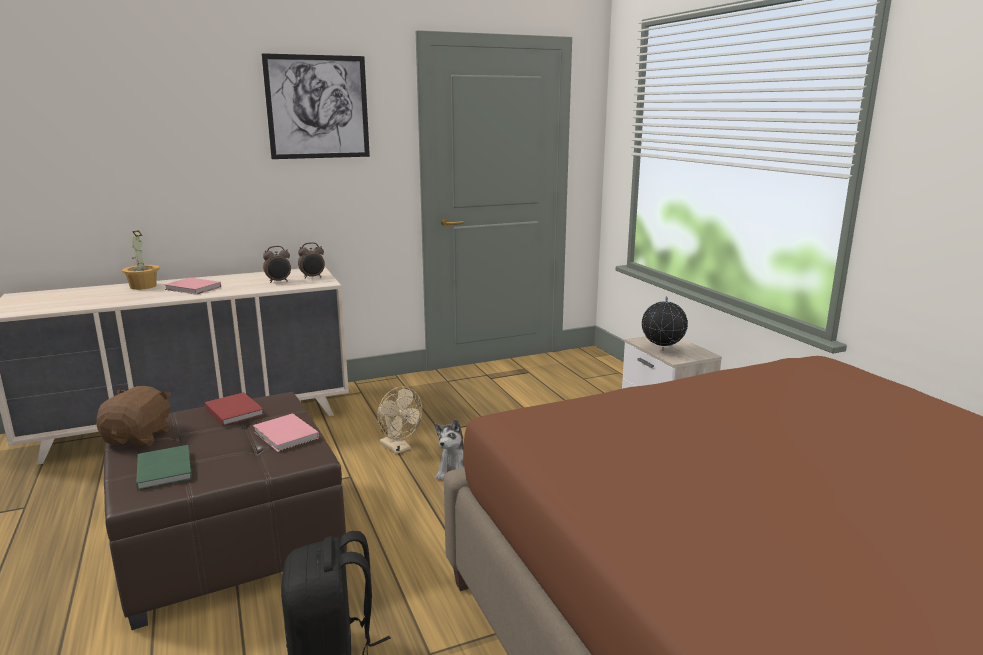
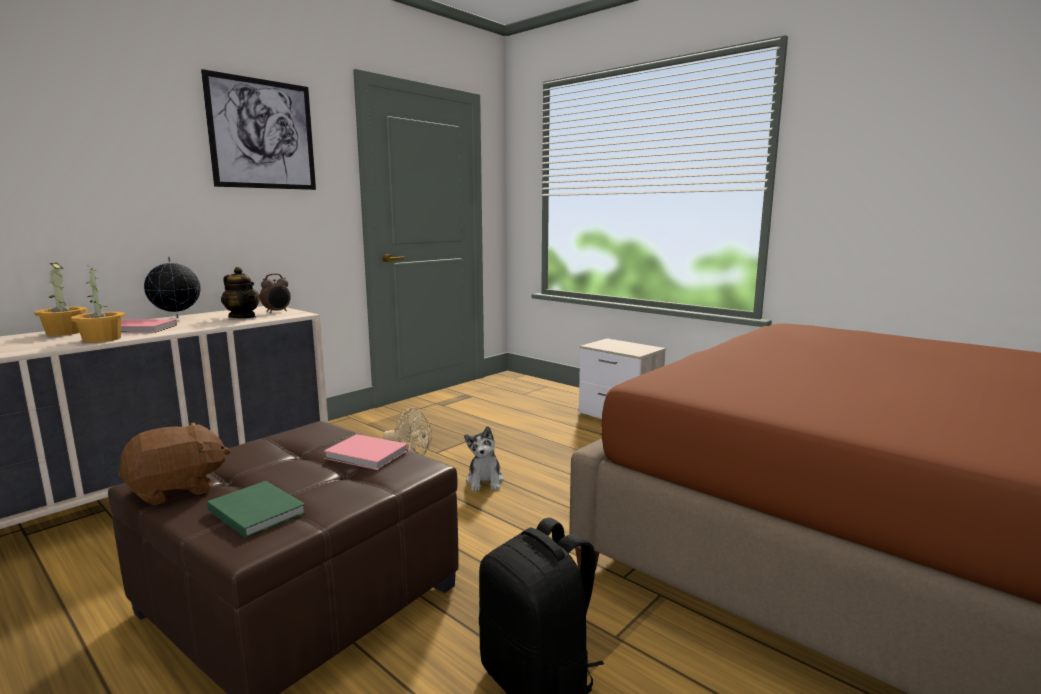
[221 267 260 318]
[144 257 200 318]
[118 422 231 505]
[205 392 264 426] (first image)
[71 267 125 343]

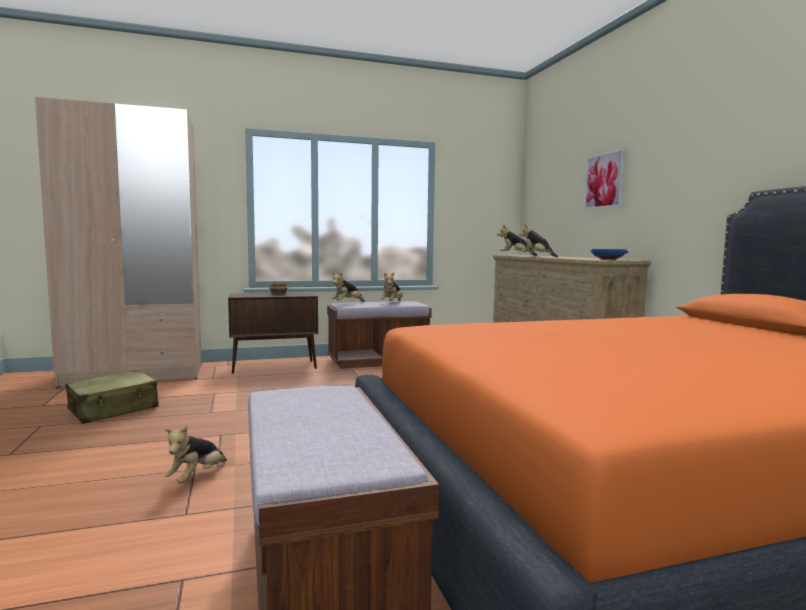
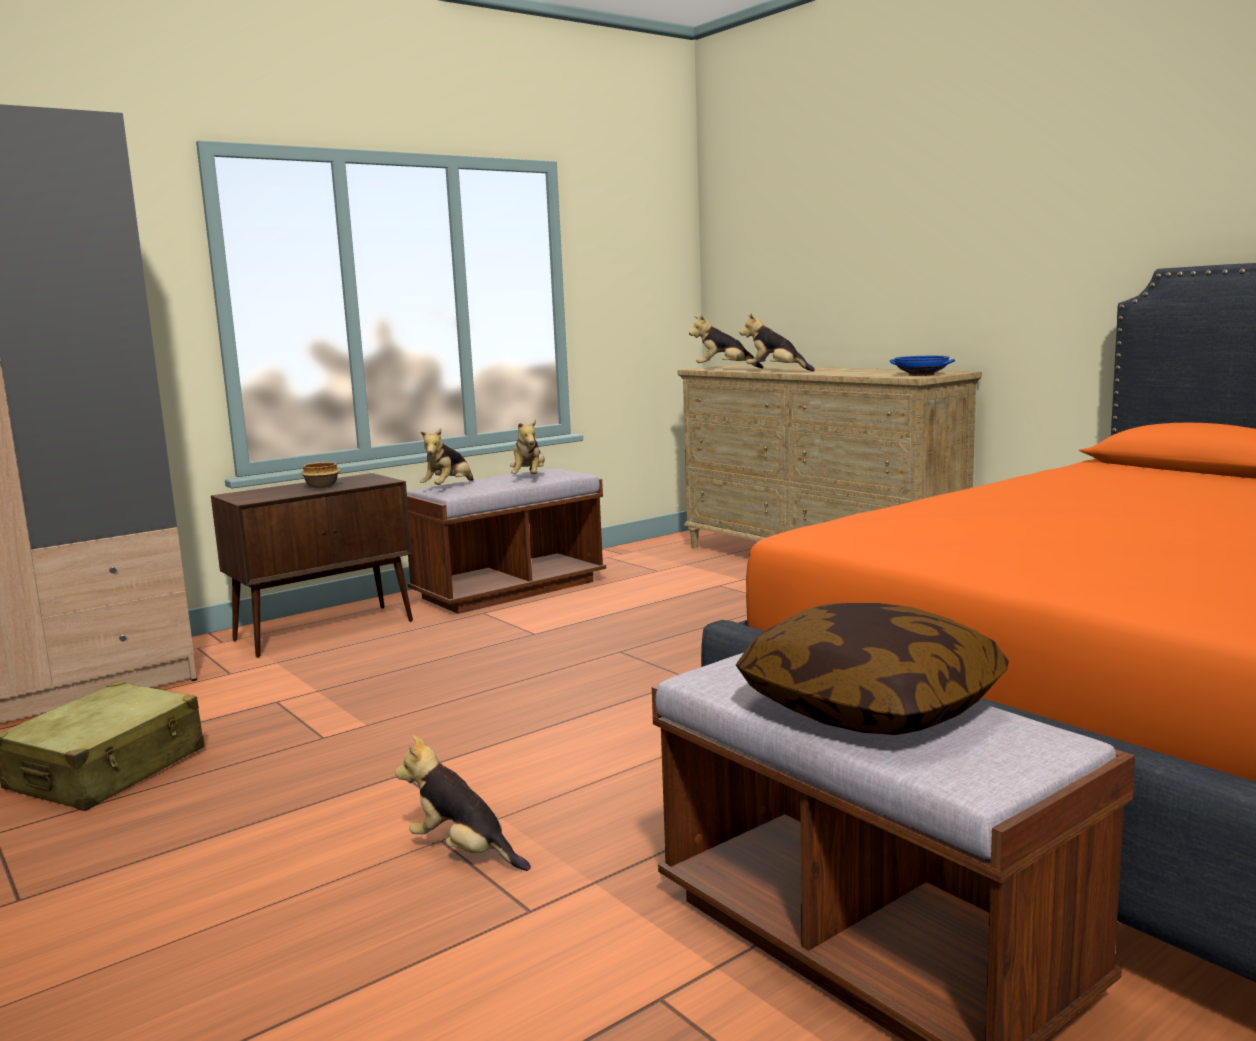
[584 148 626 210] (first image)
[395 735 531 871]
[736 603 1009 735]

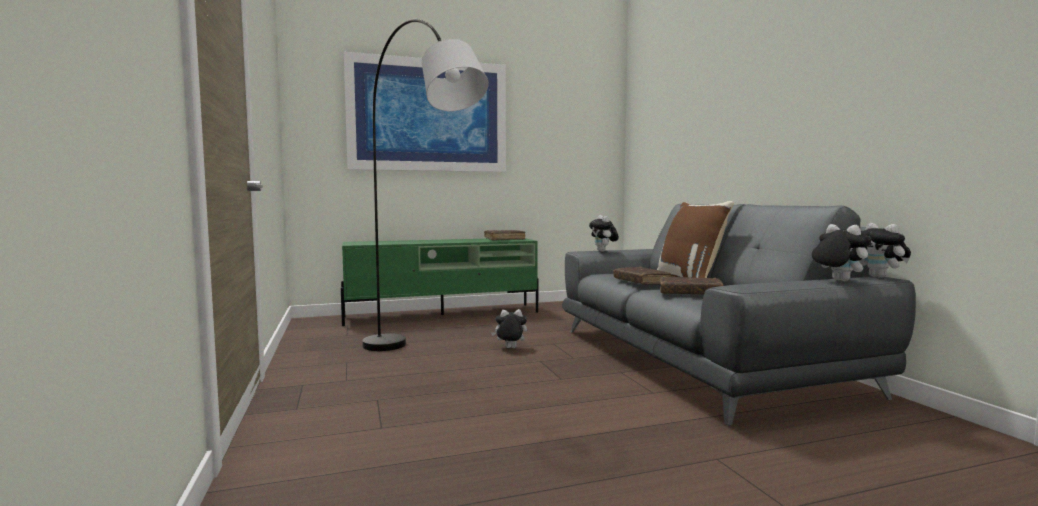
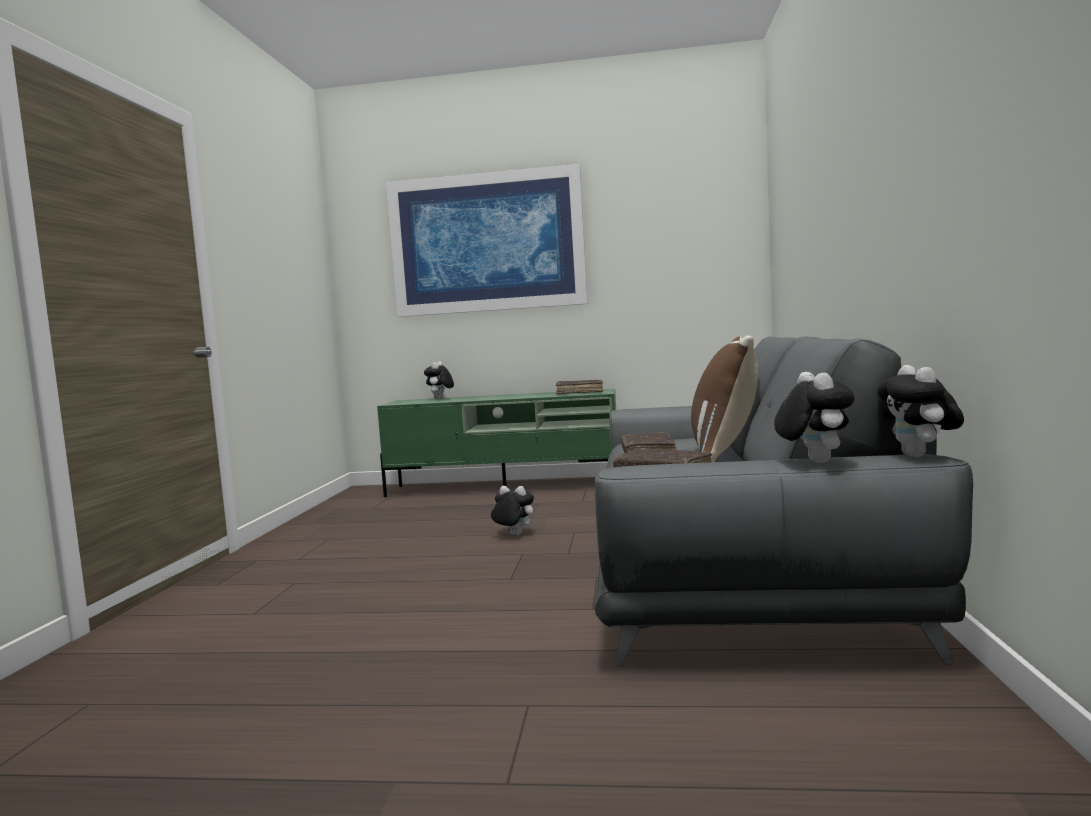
[362 19 488 351] (first image)
[424 361 454 399]

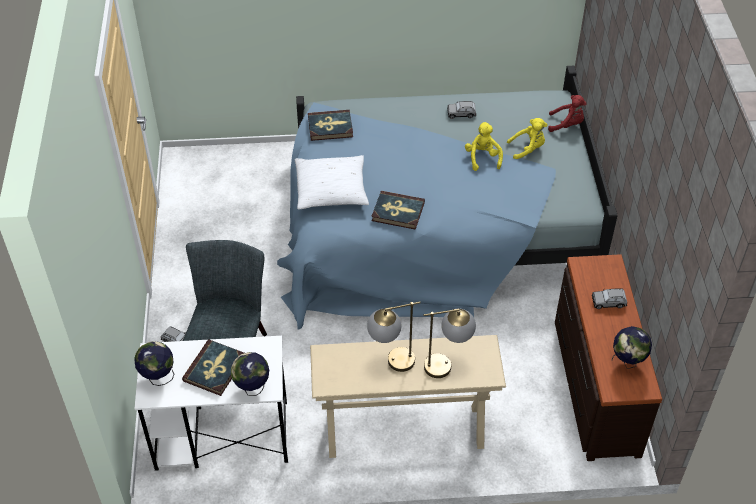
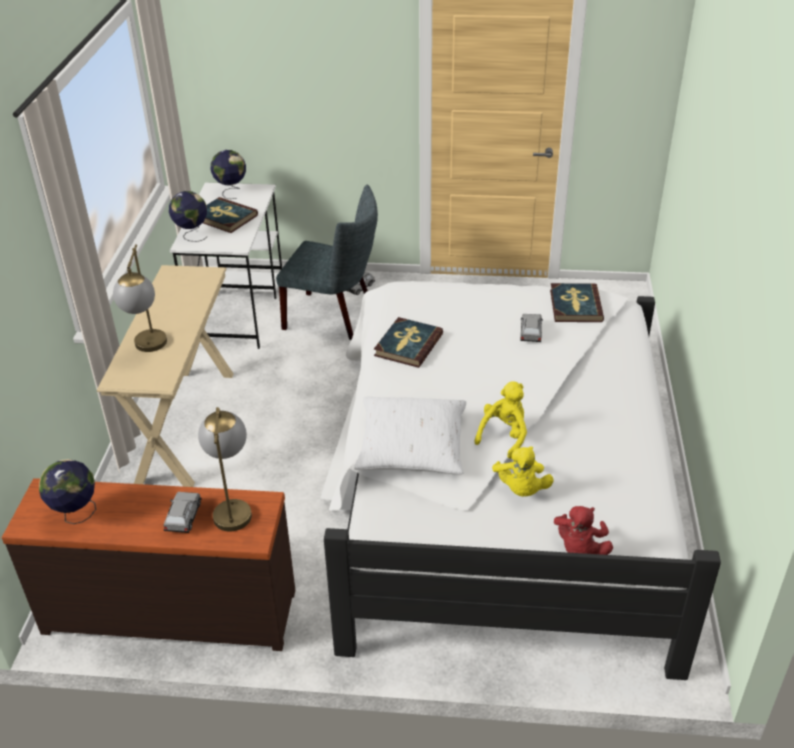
[320 281 721 680]
[520 314 543 342]
[475 381 527 459]
[354 397 467 474]
[198 407 252 531]

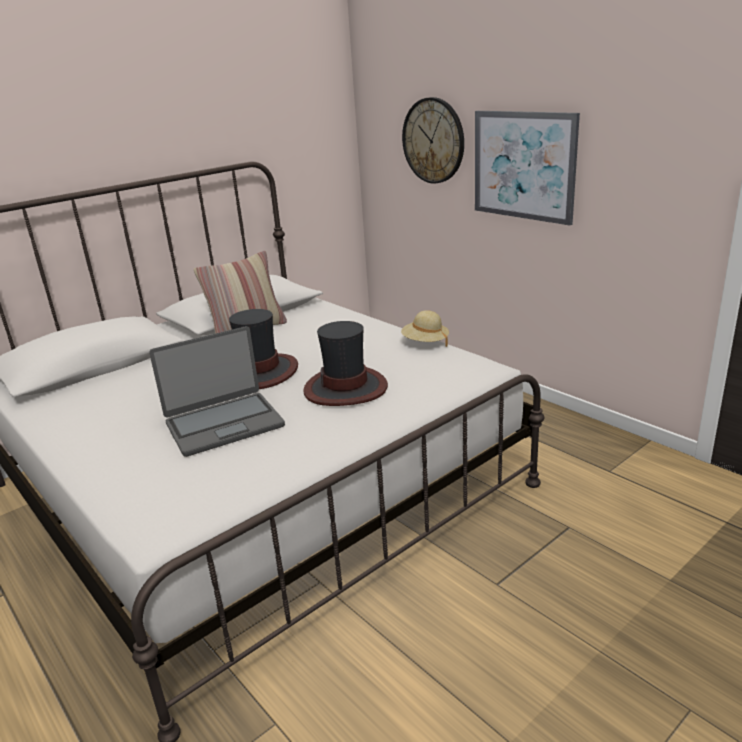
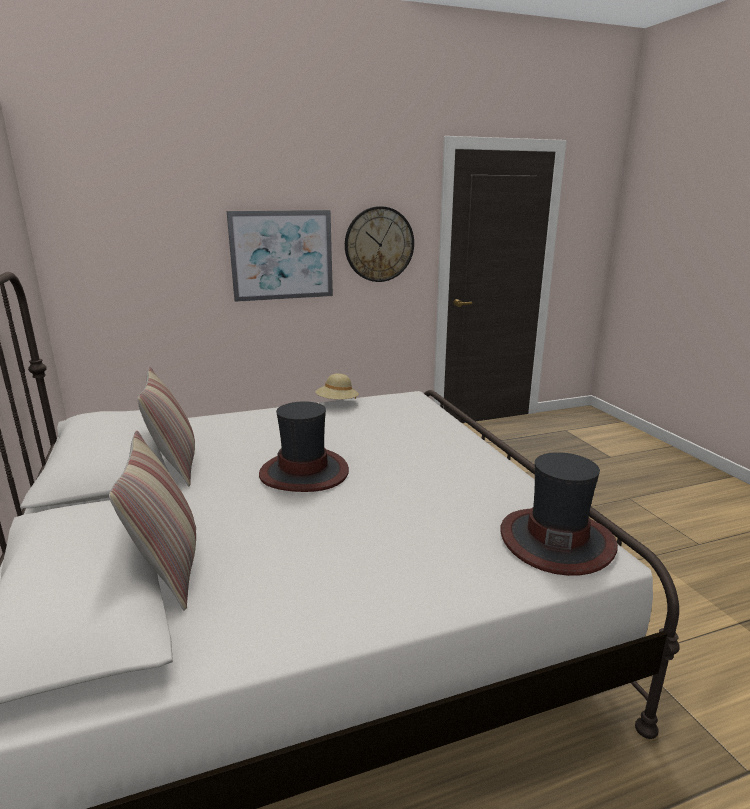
[345 206 414 282]
[501 452 618 576]
[149 326 285 457] (first image)
[109 431 196 611]

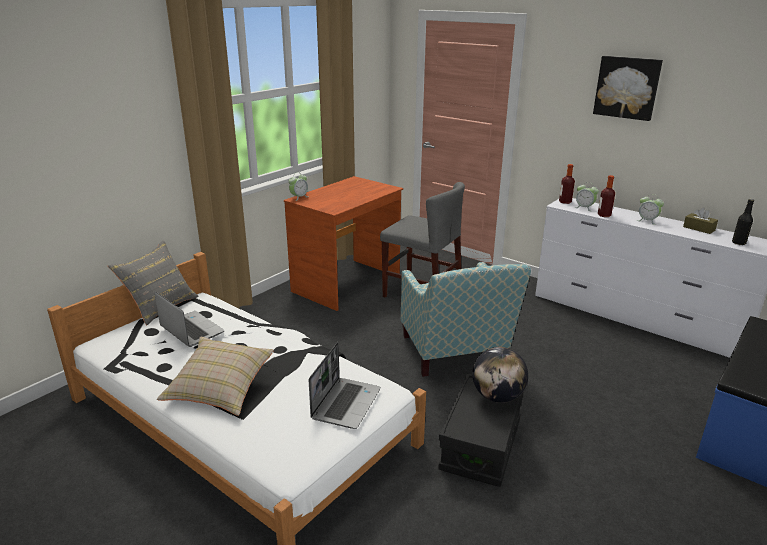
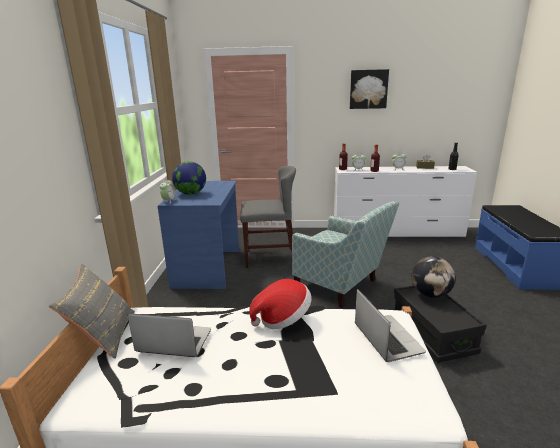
[158 181 239 289]
[157 337 274 416] (first image)
[172 161 206 195]
[249 279 312 329]

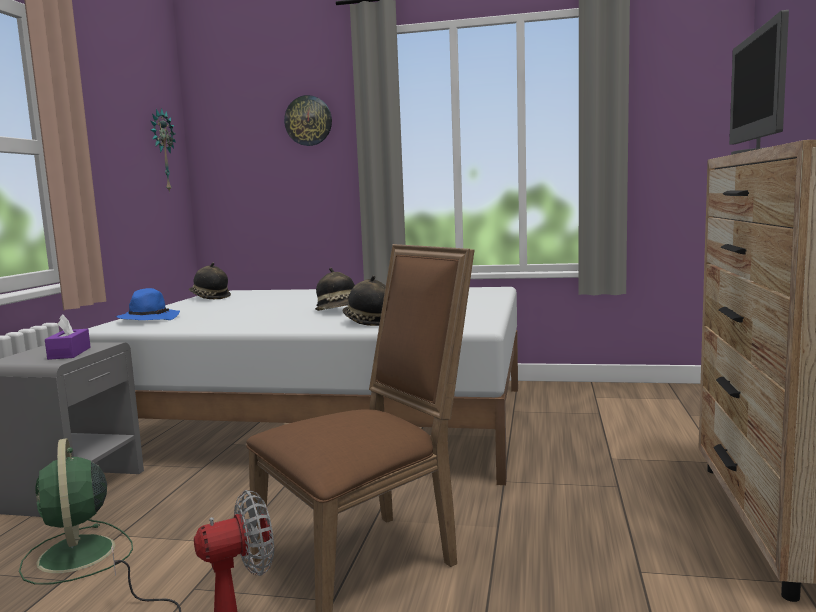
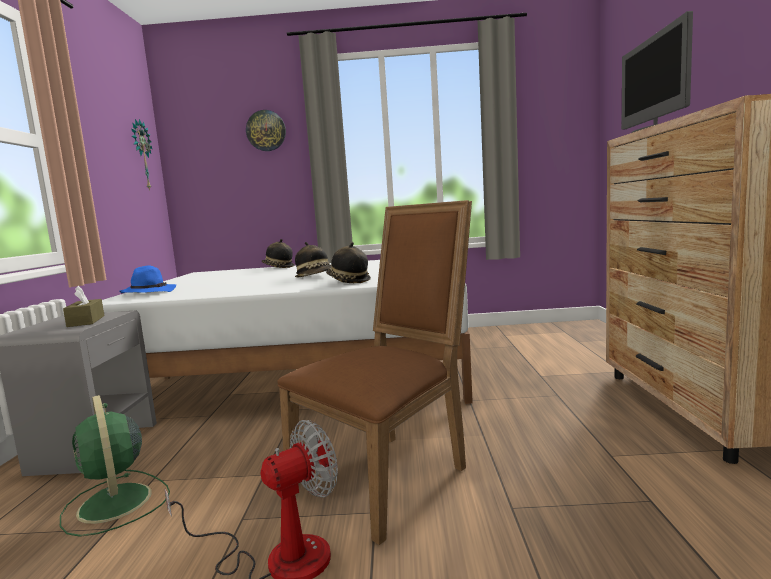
[262 239 294 268]
[63 286 104 327]

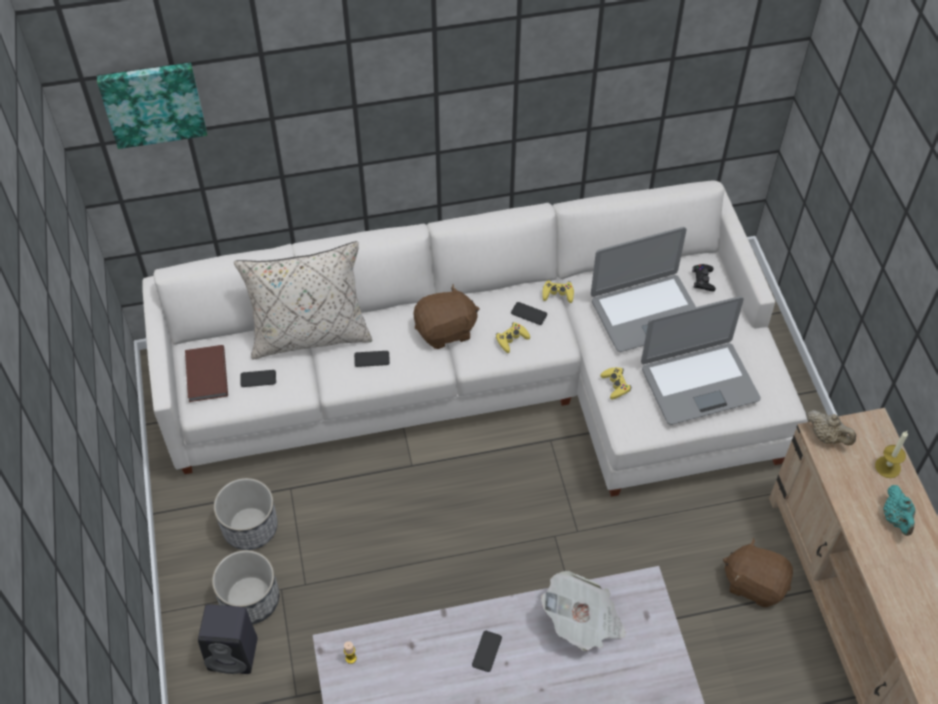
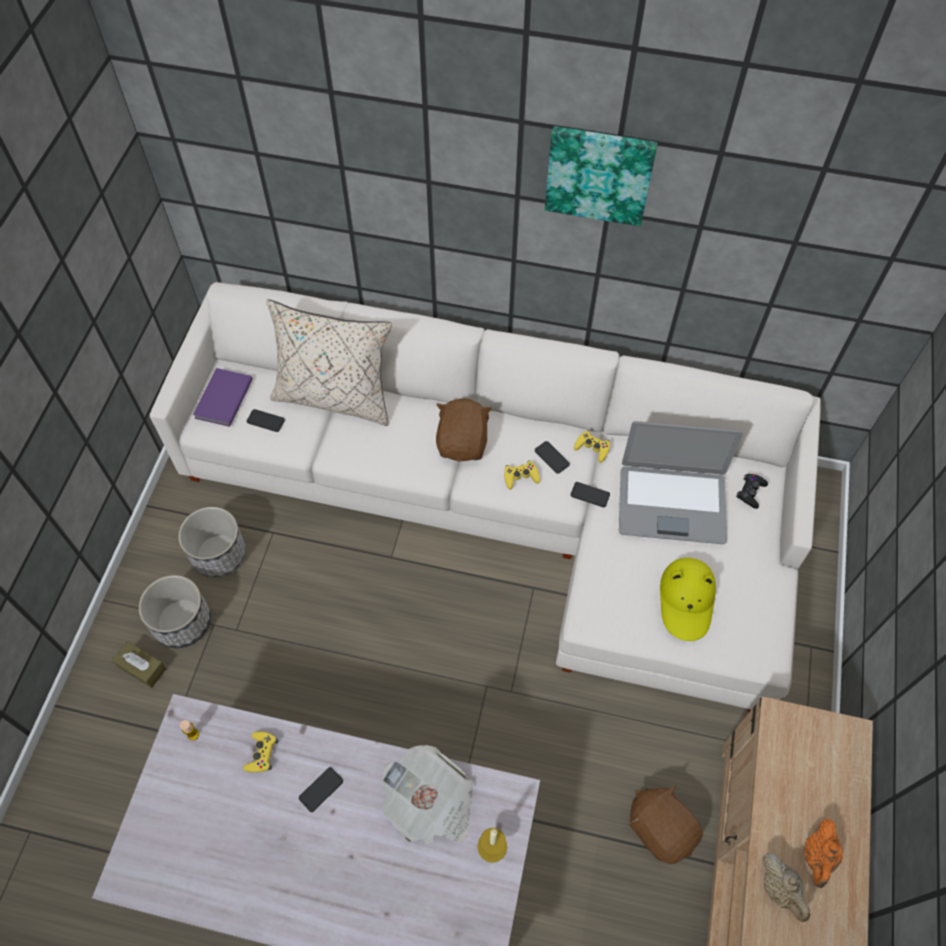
[545 126 658 226]
[436 398 492 462]
[660 558 716 641]
[193 368 253 427]
[571 482 610 507]
[243 732 278 772]
[763 853 810 922]
[477 828 507 863]
[804 819 843 888]
[112 641 167 688]

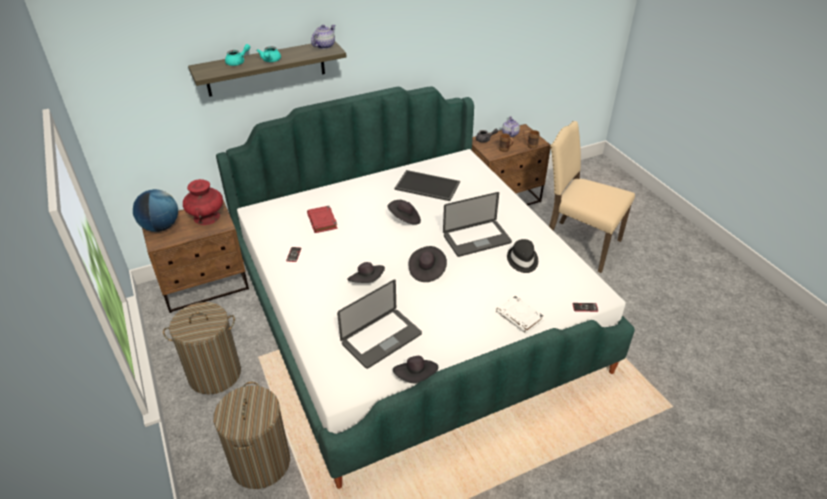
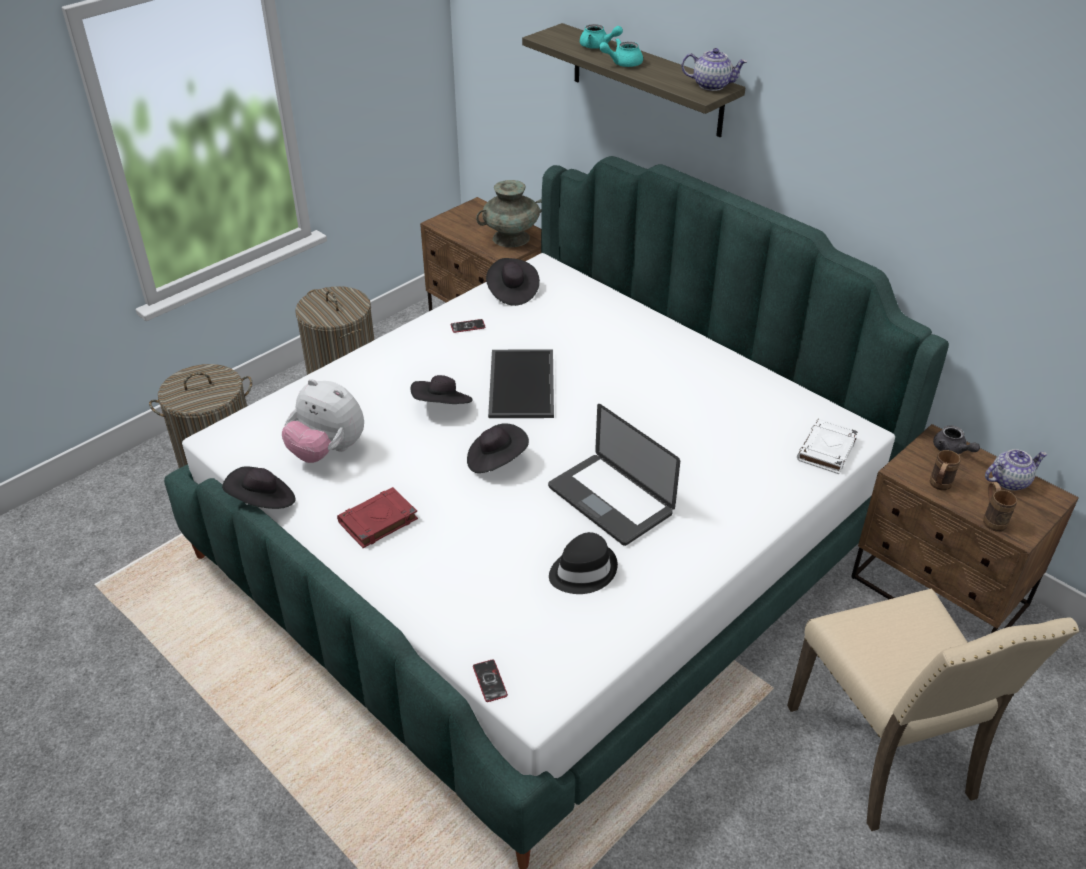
[787 588 1079 831]
[488 349 554 418]
[476 180 542 247]
[133 189 178 232] (first image)
[486 258 540 306]
[337 487 418 548]
[282 379 364 463]
[797 419 858 474]

